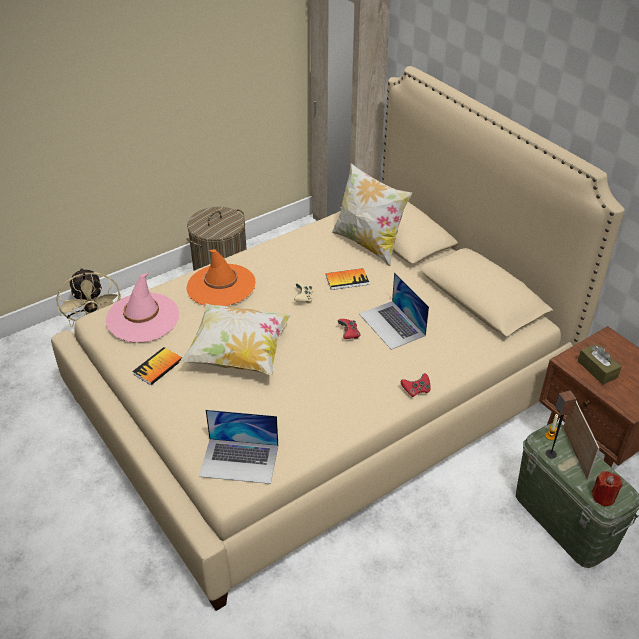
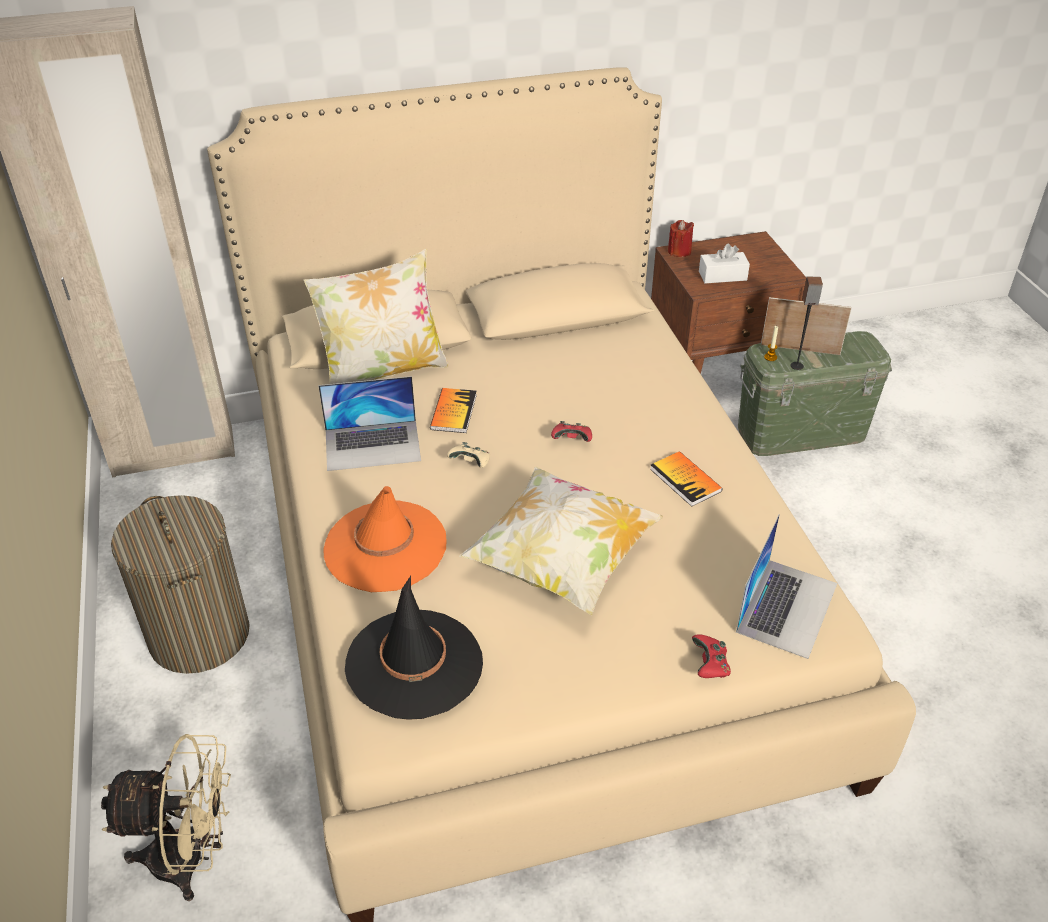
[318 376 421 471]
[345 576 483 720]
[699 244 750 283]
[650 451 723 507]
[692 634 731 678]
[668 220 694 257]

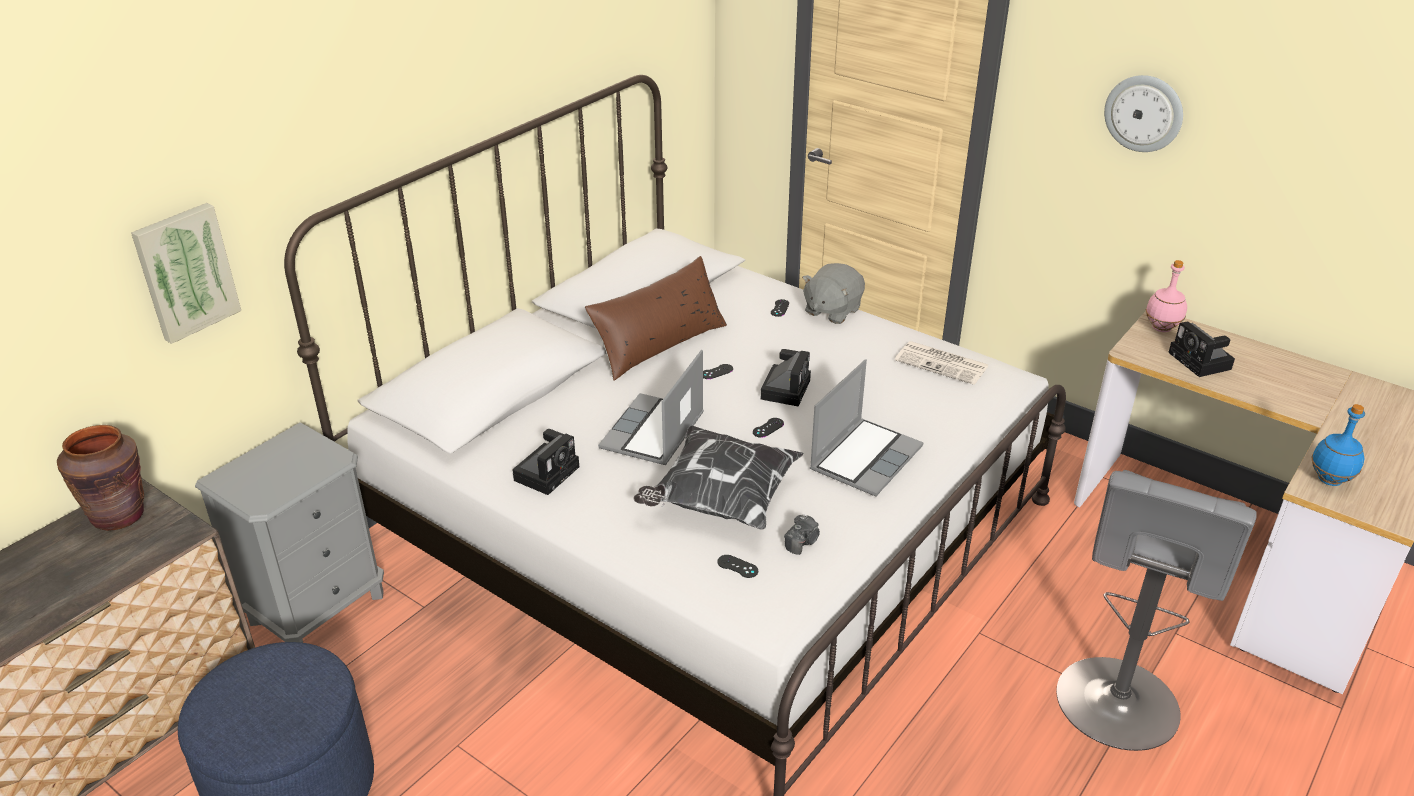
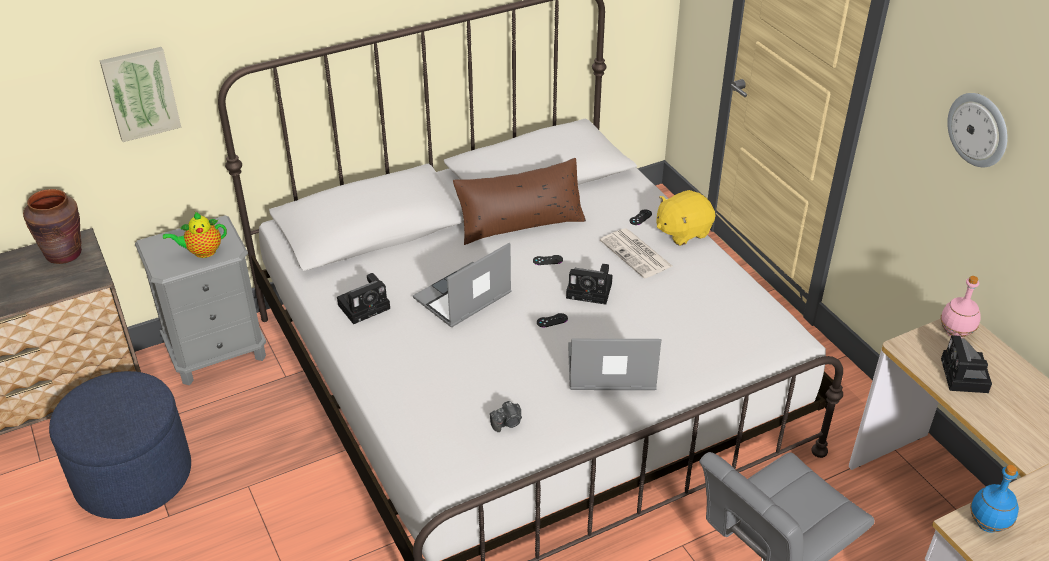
[657 190 715 246]
[600 228 672 278]
[566 264 613 305]
[568 339 661 390]
[634 425 803 530] (first image)
[717 555 758 578] (first image)
[163 212 227 258]

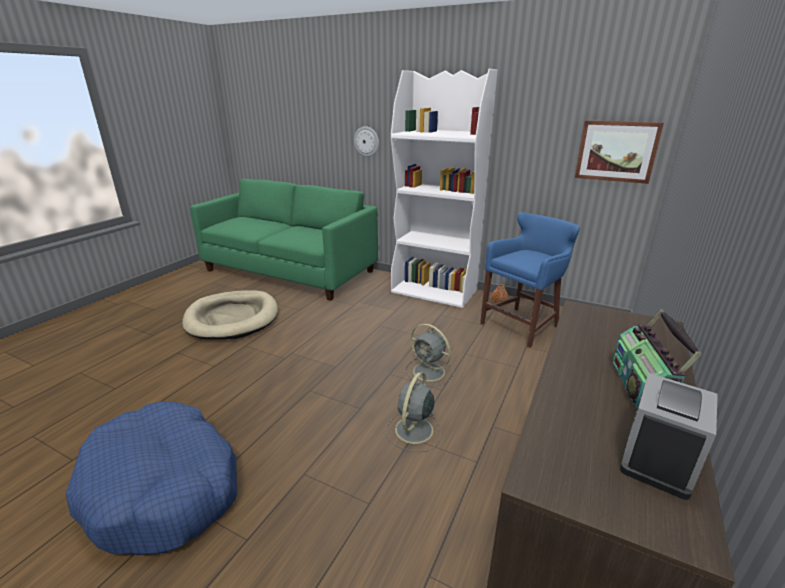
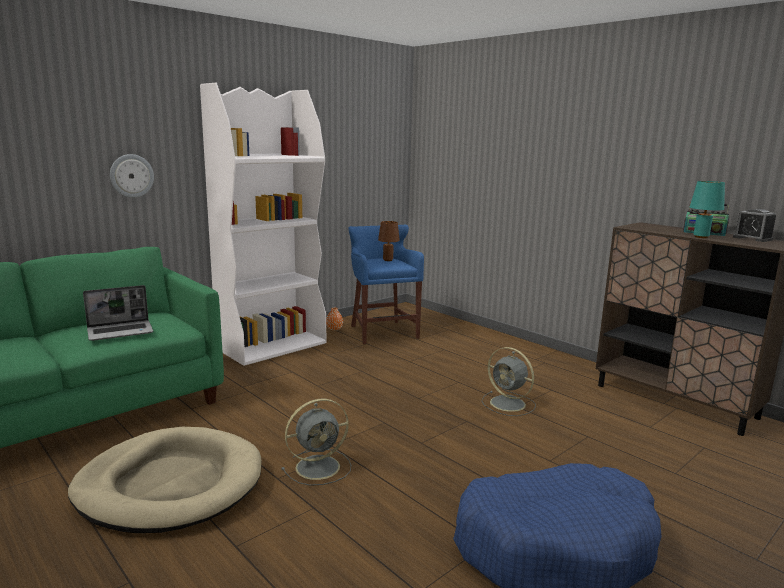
[575 120 664 184] (first image)
[281 399 351 486]
[690 181 725 238]
[378 221 400 261]
[83 285 154 341]

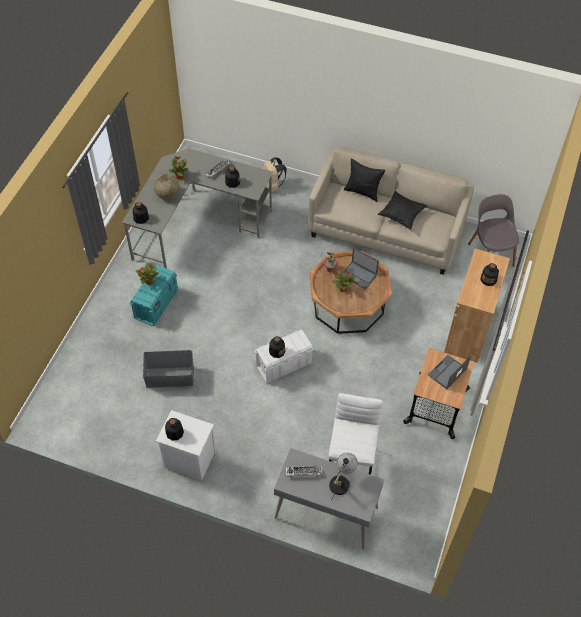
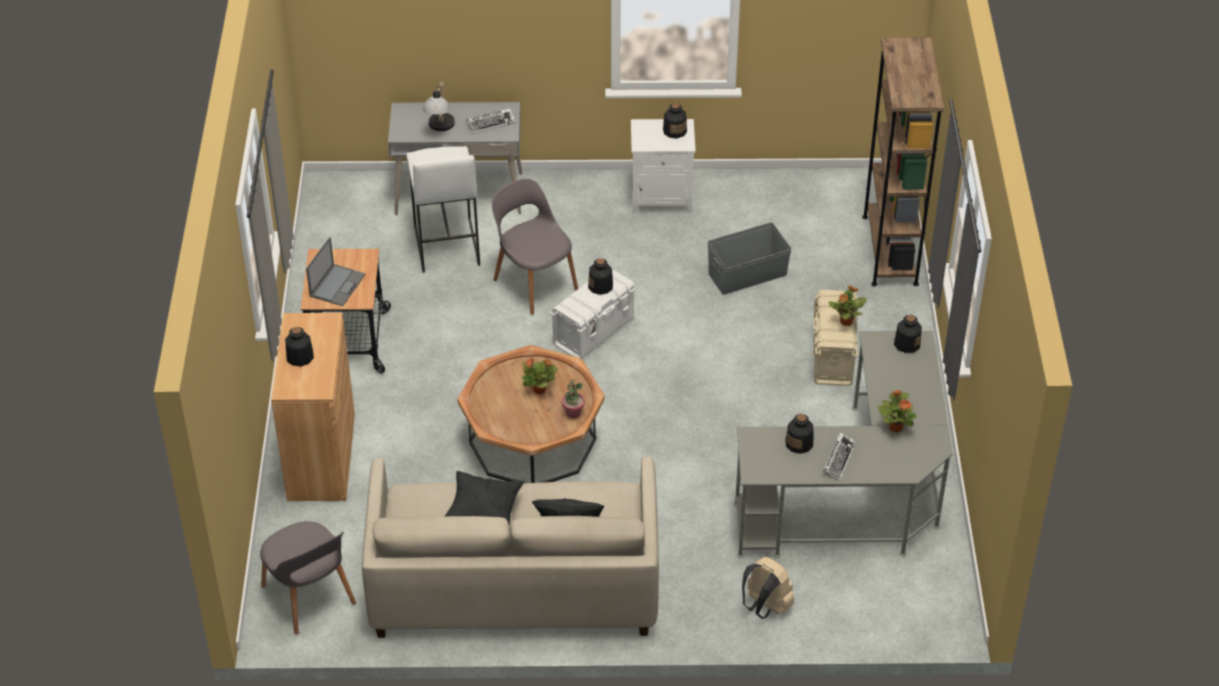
[154 174 179 199] (first image)
[343 247 379 290] (first image)
[812 290 857 386]
[862 37 944 286]
[492 179 578 315]

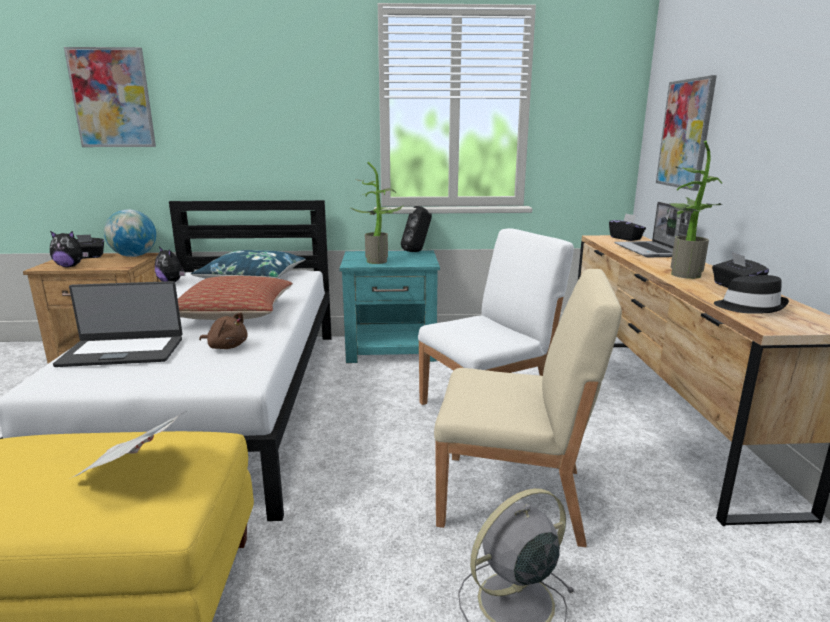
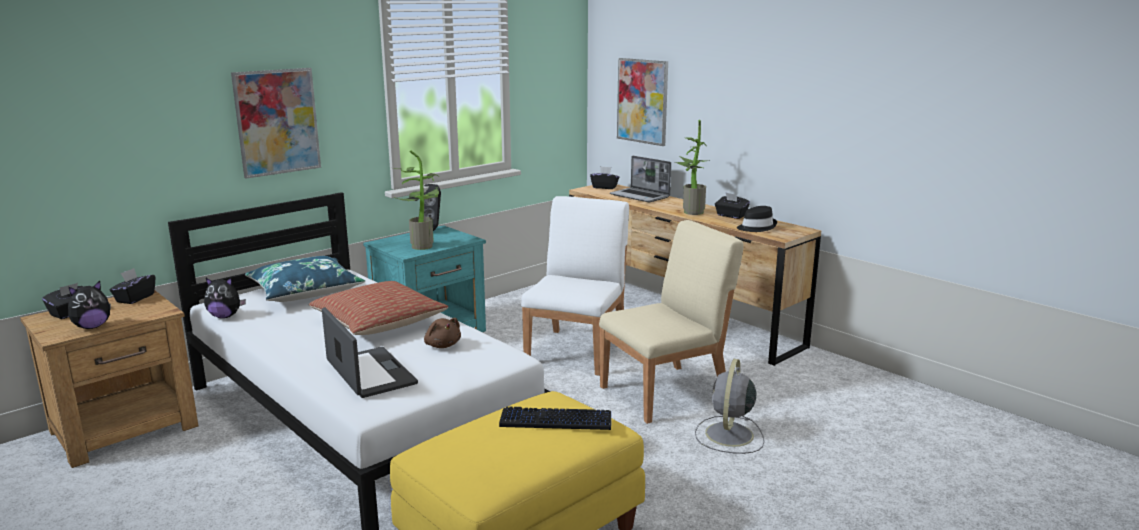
[231 68 321 179]
[110 268 155 304]
[322 307 418 398]
[424 318 461 348]
[499 406 611 430]

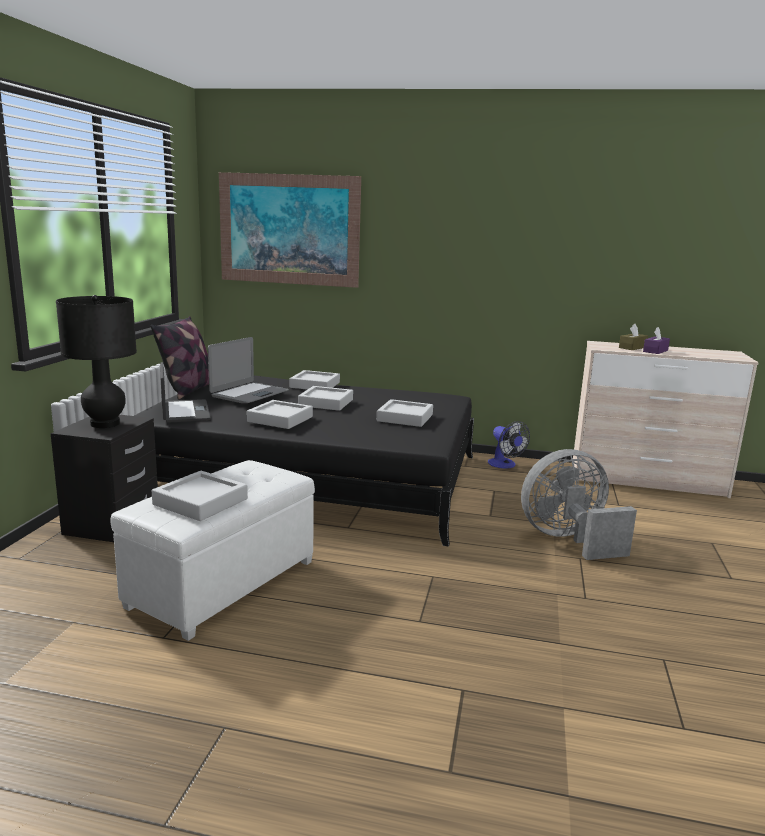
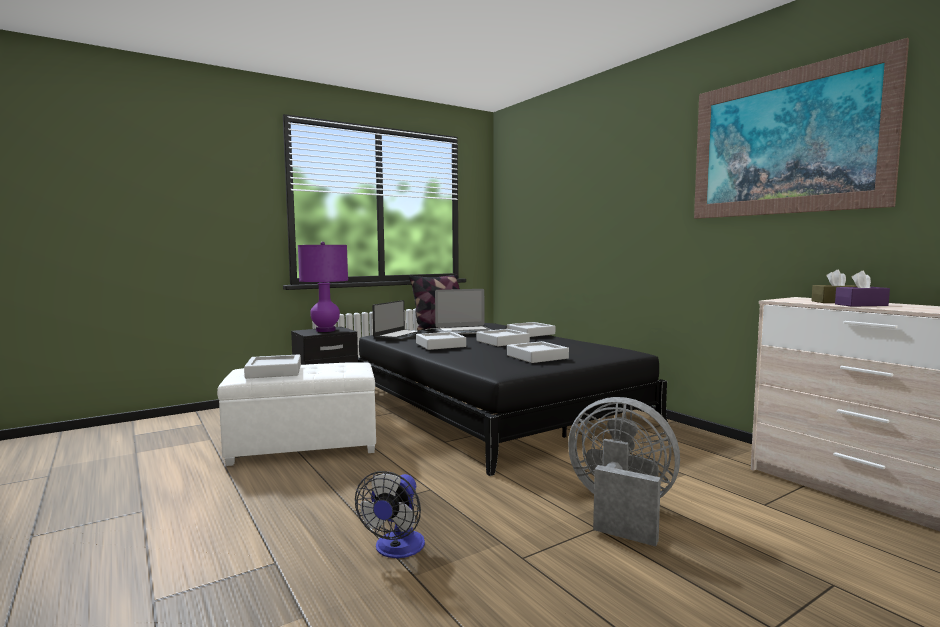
[694 38 909 219]
[298 242 348 332]
[355 471 425 558]

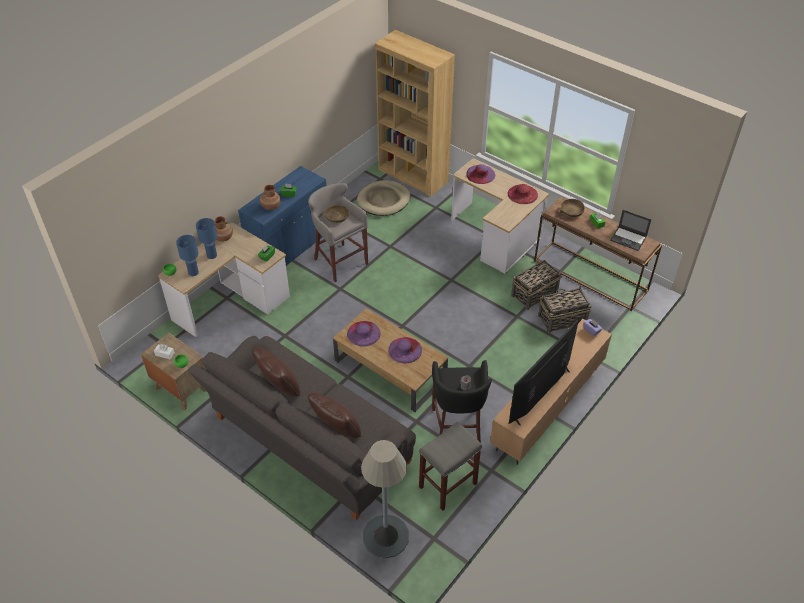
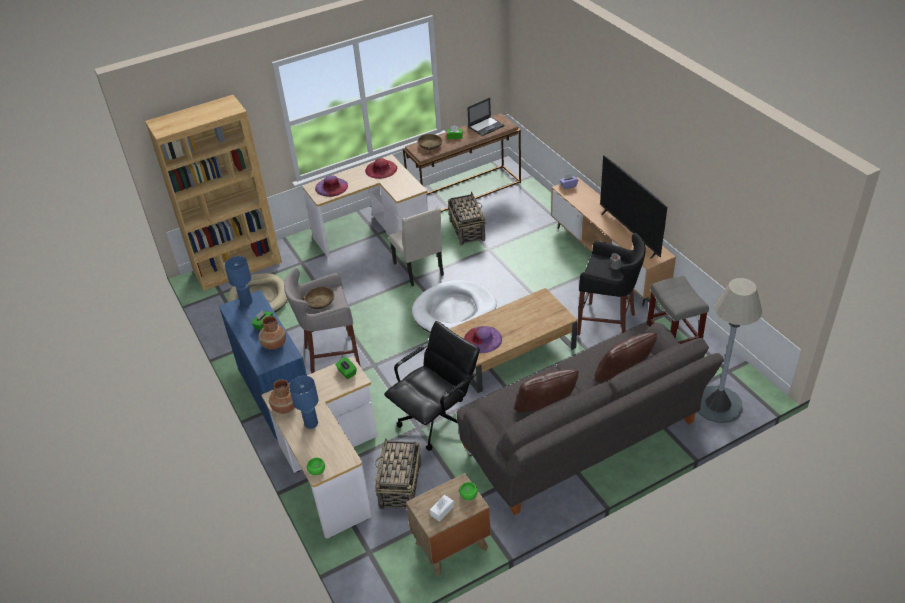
[224 256 252 306]
[375 438 421 509]
[388 337 422 363] (first image)
[389 207 444 286]
[412 280 497 333]
[384 321 480 451]

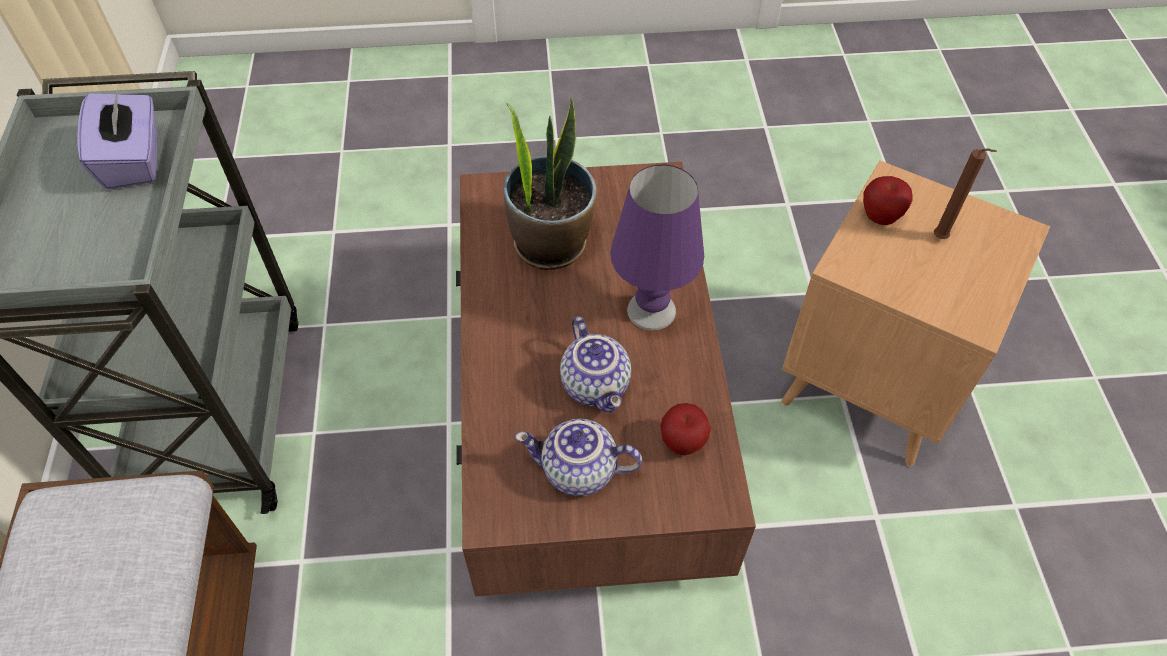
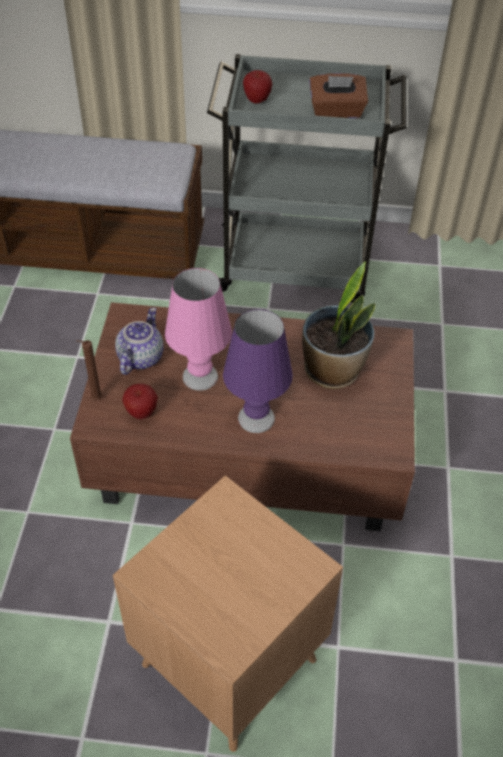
[309 73 368 119]
[76 340 102 401]
[243 70 272 104]
[165 268 232 391]

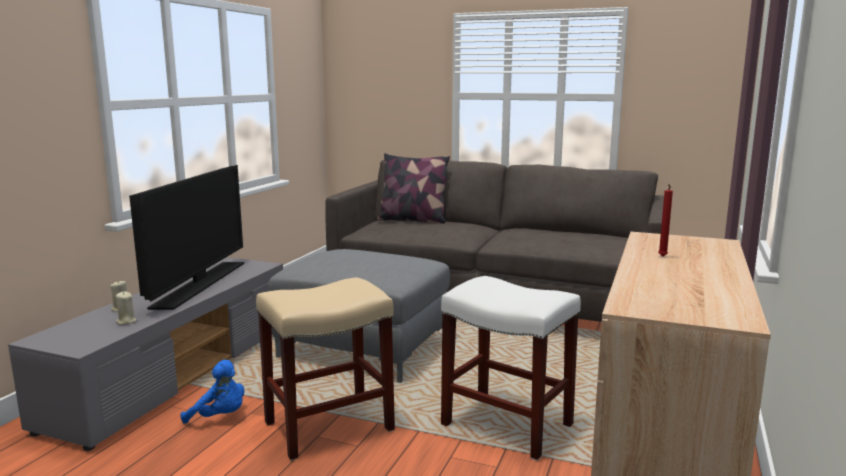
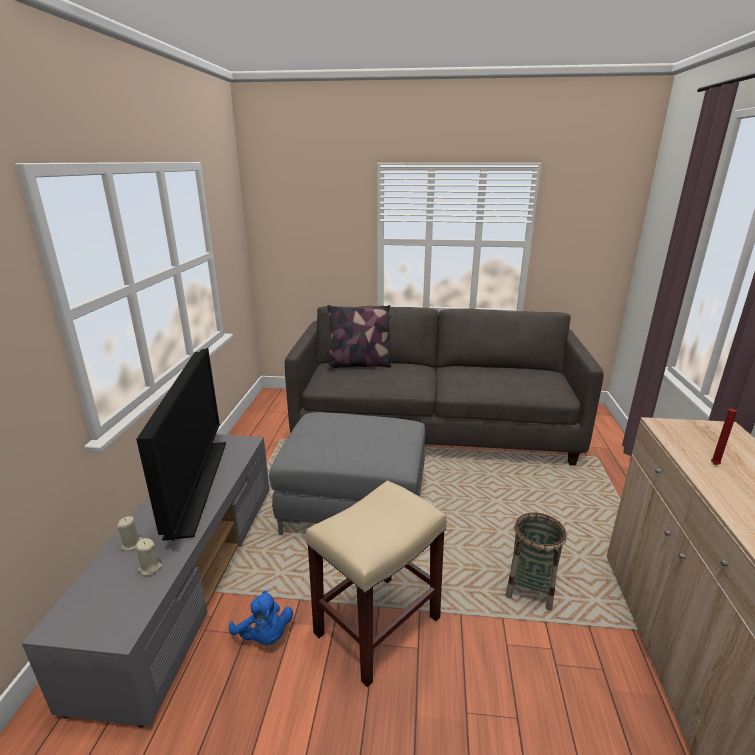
[506 513 567 611]
[229 590 293 645]

